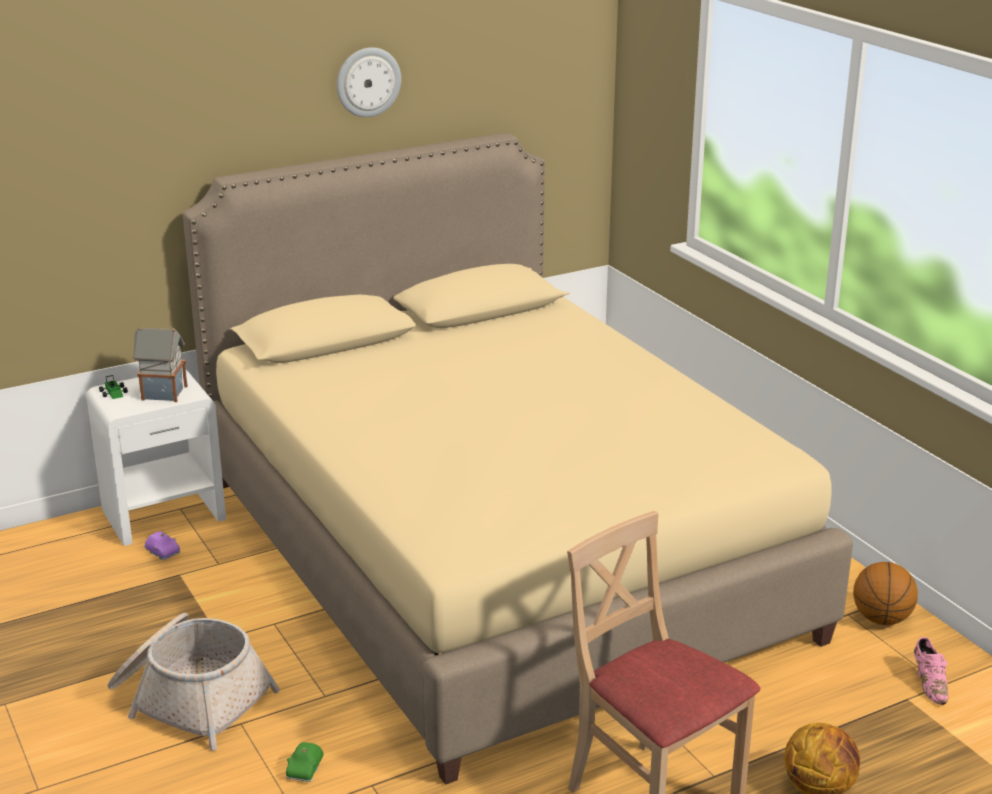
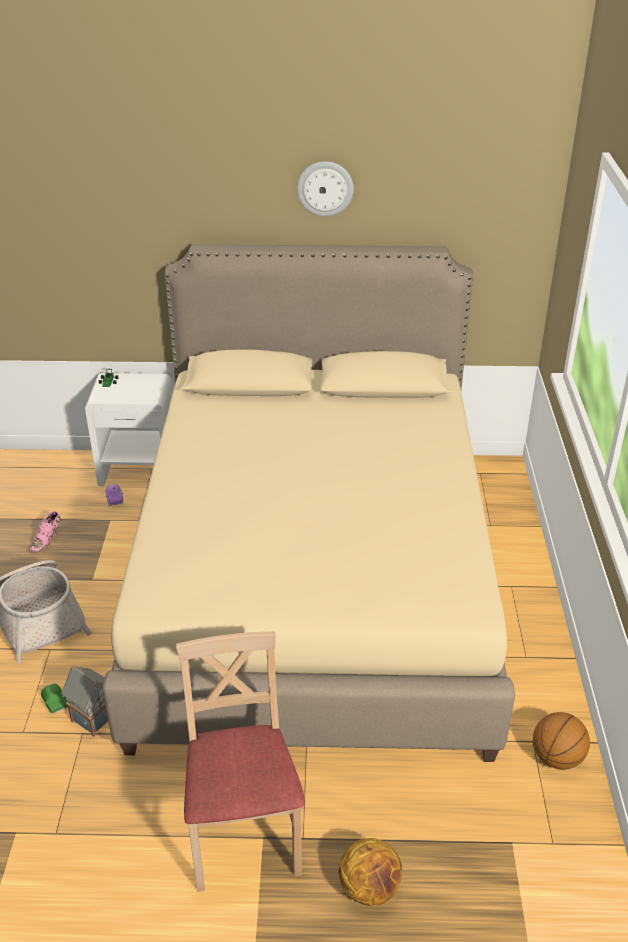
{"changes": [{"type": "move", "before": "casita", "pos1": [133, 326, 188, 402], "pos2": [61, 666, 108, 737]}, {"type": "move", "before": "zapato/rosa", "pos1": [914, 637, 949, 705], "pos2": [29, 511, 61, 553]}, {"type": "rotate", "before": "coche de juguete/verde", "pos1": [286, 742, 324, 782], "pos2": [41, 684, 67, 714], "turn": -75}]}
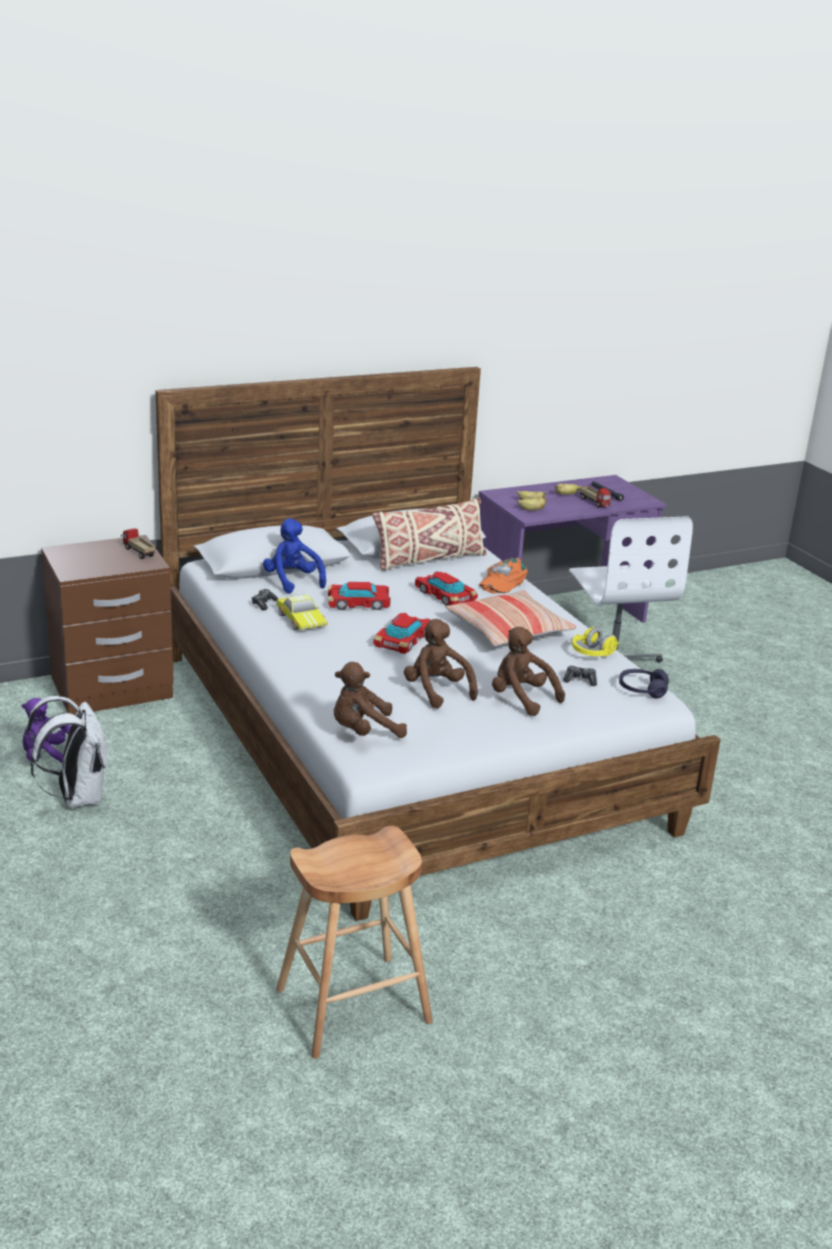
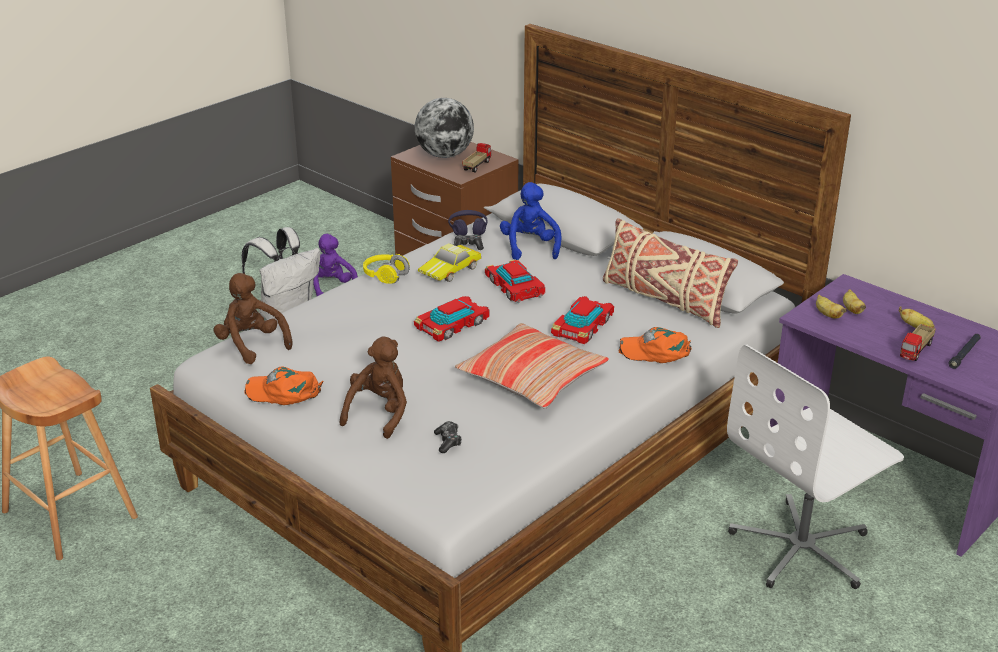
{"changes": [{"type": "rotate", "before": "peluche/azul", "pos1": [263, 518, 326, 594], "pos2": [500, 182, 561, 260], "turn": -45}, {"type": "rotate", "before": "coche de juguete", "pos1": [373, 613, 430, 654], "pos2": [414, 296, 489, 342], "turn": -45}, {"type": "delete", "before": "peluche/marrón", "pos1": [404, 619, 478, 709]}, {"type": "move", "before": "auriculares/amarillo", "pos1": [572, 627, 619, 657], "pos2": [363, 254, 410, 284]}, {"type": "move", "before": "auriculares/morado", "pos1": [619, 669, 669, 699], "pos2": [448, 210, 487, 236]}, {"type": "insert", "after": "globo terráqueo", "pos2": [415, 98, 474, 158]}, {"type": "insert", "after": "gorra/naranja", "pos2": [244, 366, 323, 405]}]}
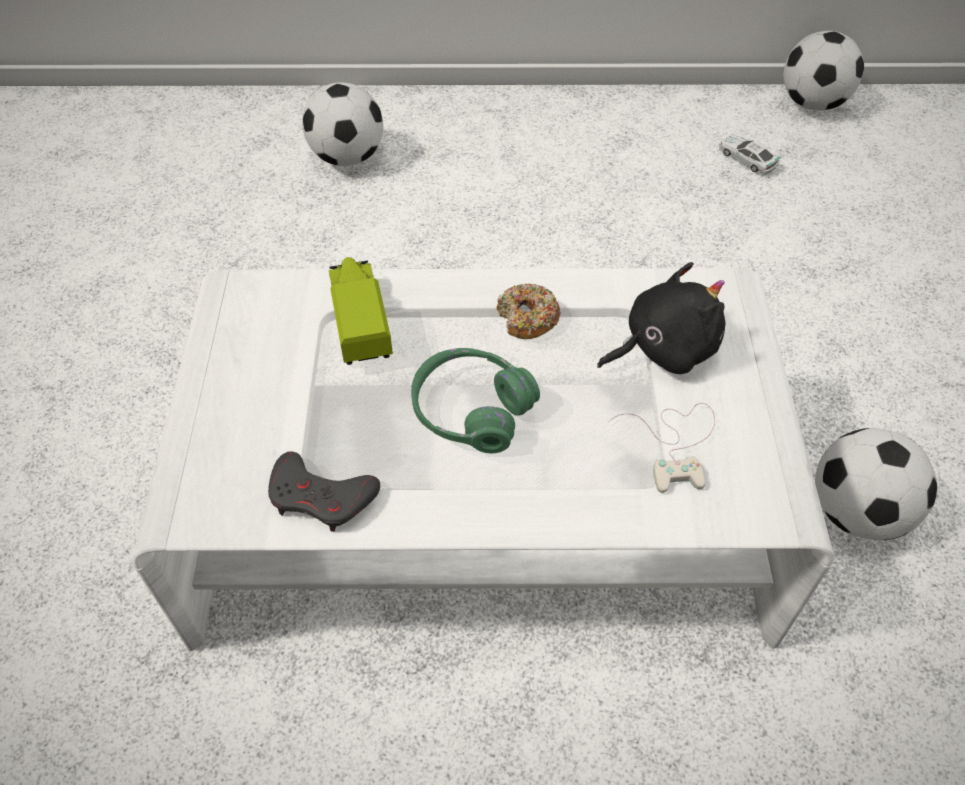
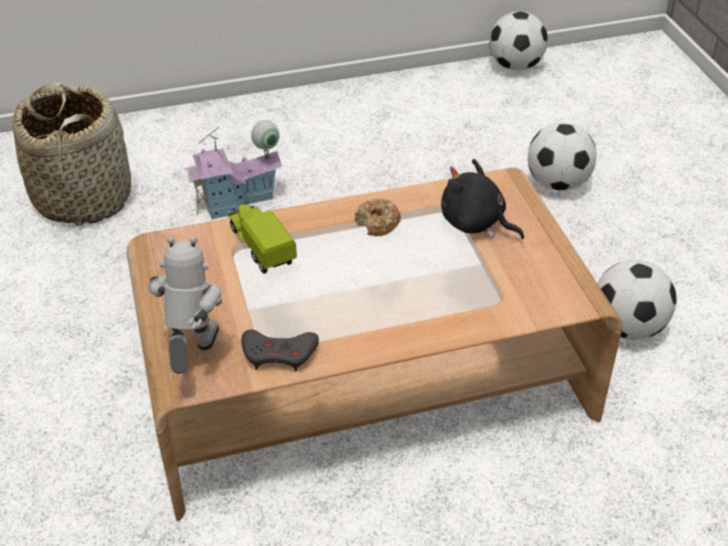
{"changes": [{"type": "move", "before": "balón de fútbol", "pos1": [302, 82, 383, 166], "pos2": [528, 123, 596, 190]}, {"type": "delete", "before": "coche de juguete", "pos1": [719, 134, 782, 175]}, {"type": "rotate", "before": "peluche/negro", "pos1": [597, 262, 725, 374], "pos2": [441, 159, 524, 239], "turn": -105}, {"type": "recolor", "before": "mesa de centro/blanco", "after": "mesa de centro/marrón", "pos1": [132, 268, 834, 651], "pos2": [126, 168, 623, 521]}, {"type": "delete", "before": "auriculares/verde", "pos1": [411, 348, 540, 453]}, {"type": "delete", "before": "mando de consola/blanco", "pos1": [608, 403, 715, 493]}, {"type": "insert", "after": "cesta", "pos2": [12, 83, 131, 226]}, {"type": "insert", "after": "casita", "pos2": [184, 120, 282, 220]}, {"type": "insert", "after": "robot de juguete", "pos2": [147, 236, 222, 374]}]}
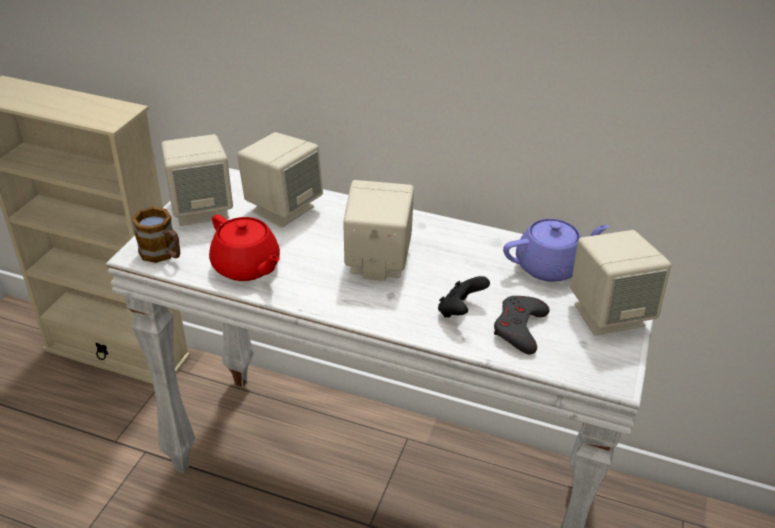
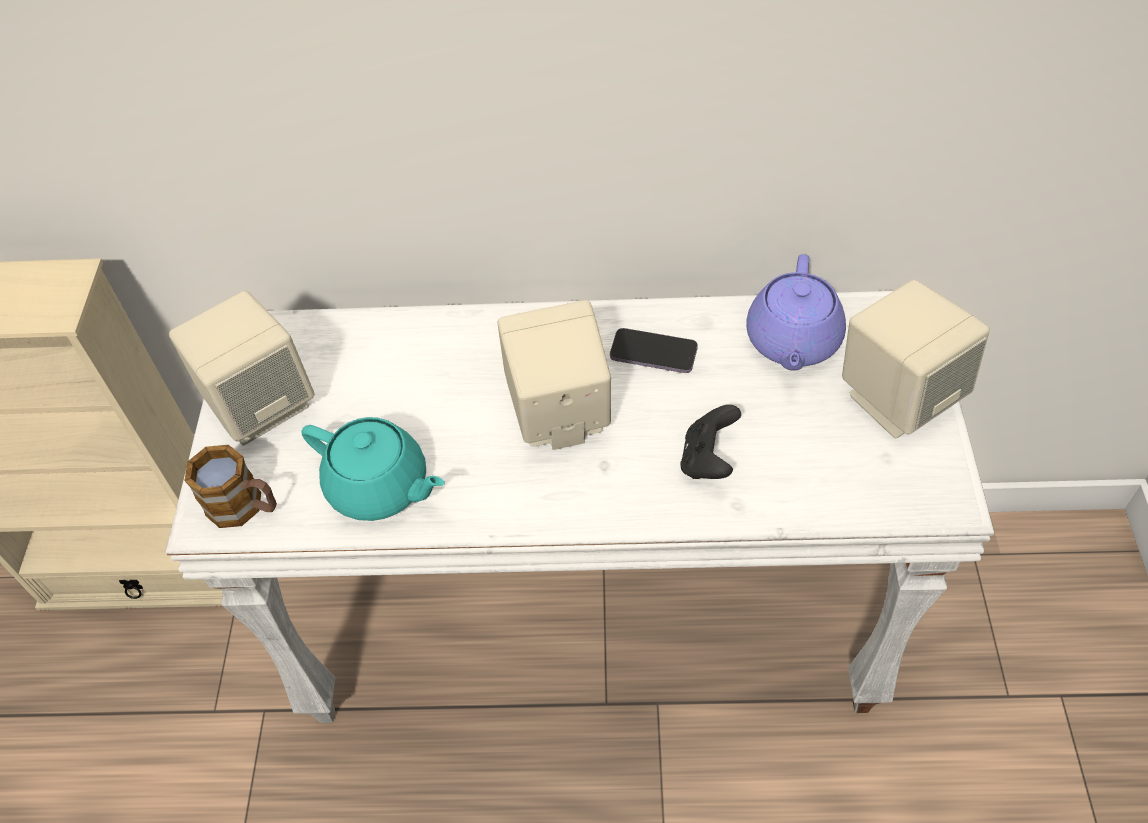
{"changes": [{"type": "delete", "before": "altavoz/beis", "pos1": [237, 132, 323, 228]}, {"type": "recolor", "before": "tetera/rojo", "after": "tetera/turquesa", "pos1": [209, 214, 280, 281], "pos2": [302, 417, 445, 521]}, {"type": "rotate", "before": "tetera/morado", "pos1": [503, 219, 610, 282], "pos2": [746, 254, 846, 371], "turn": 135}, {"type": "delete", "before": "mando de consola/gris", "pos1": [494, 296, 550, 354]}, {"type": "insert", "after": "móvil", "pos2": [610, 328, 698, 373]}]}
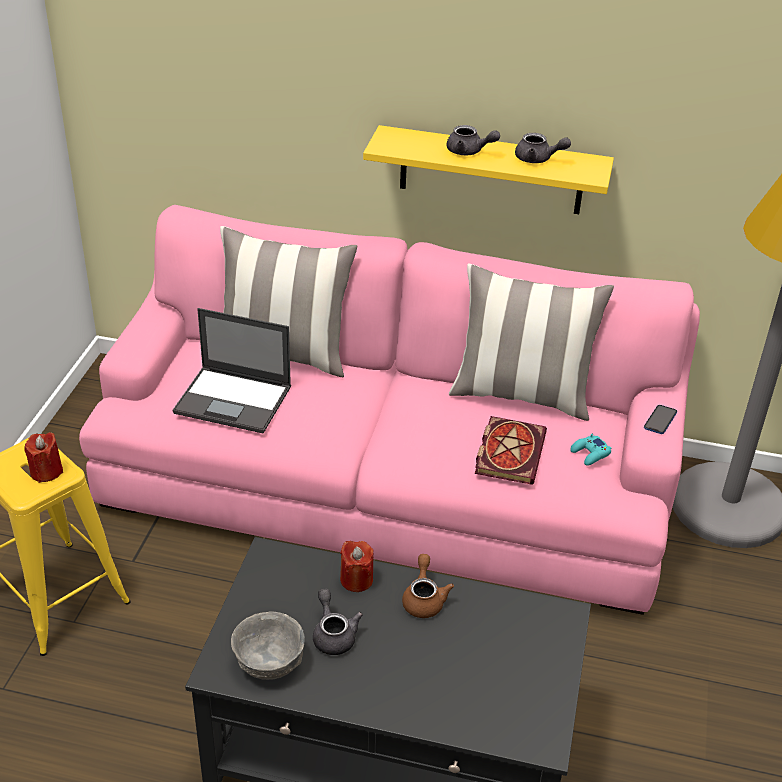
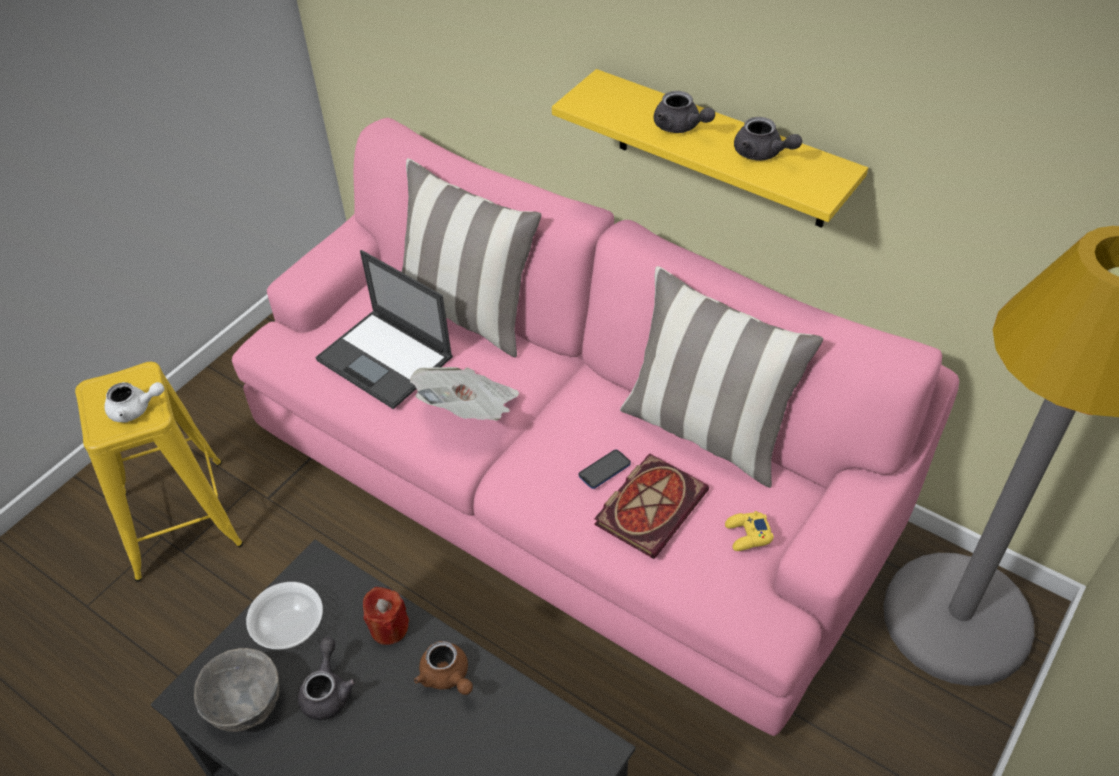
{"changes": [{"type": "move", "before": "móvil", "pos1": [644, 405, 677, 434], "pos2": [579, 450, 631, 489]}, {"type": "replace", "before": "vela/rojo", "after": "tetera/blanco", "pos1": [24, 432, 63, 483], "pos2": [104, 382, 164, 423]}, {"type": "recolor", "before": "mando de consola/turquesa", "after": "mando de consola/amarillo", "pos1": [570, 434, 612, 466], "pos2": [725, 511, 774, 551]}, {"type": "rotate", "before": "tetera/marrón", "pos1": [402, 554, 454, 618], "pos2": [414, 641, 473, 695], "turn": 120}, {"type": "insert", "after": "periódico", "pos2": [410, 367, 519, 421]}, {"type": "insert", "after": "cuenco", "pos2": [246, 582, 323, 649]}]}
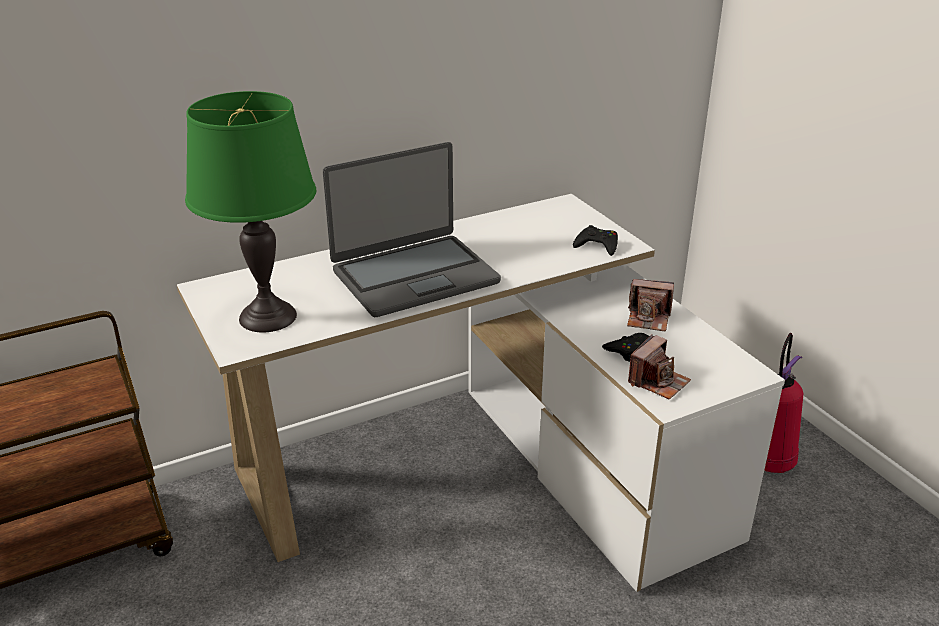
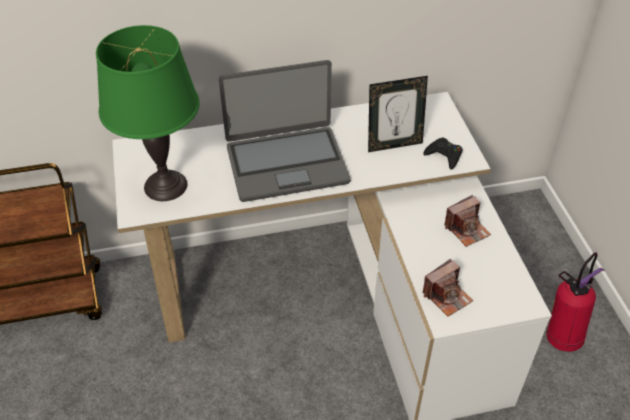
{"changes": [{"type": "rotate", "before": "cámara", "pos1": [627, 279, 674, 331], "pos2": [444, 195, 491, 247], "turn": -60}, {"type": "delete", "before": "mando de consola/negro", "pos1": [602, 333, 649, 362]}, {"type": "insert", "after": "portarretratos", "pos2": [368, 76, 428, 152]}]}
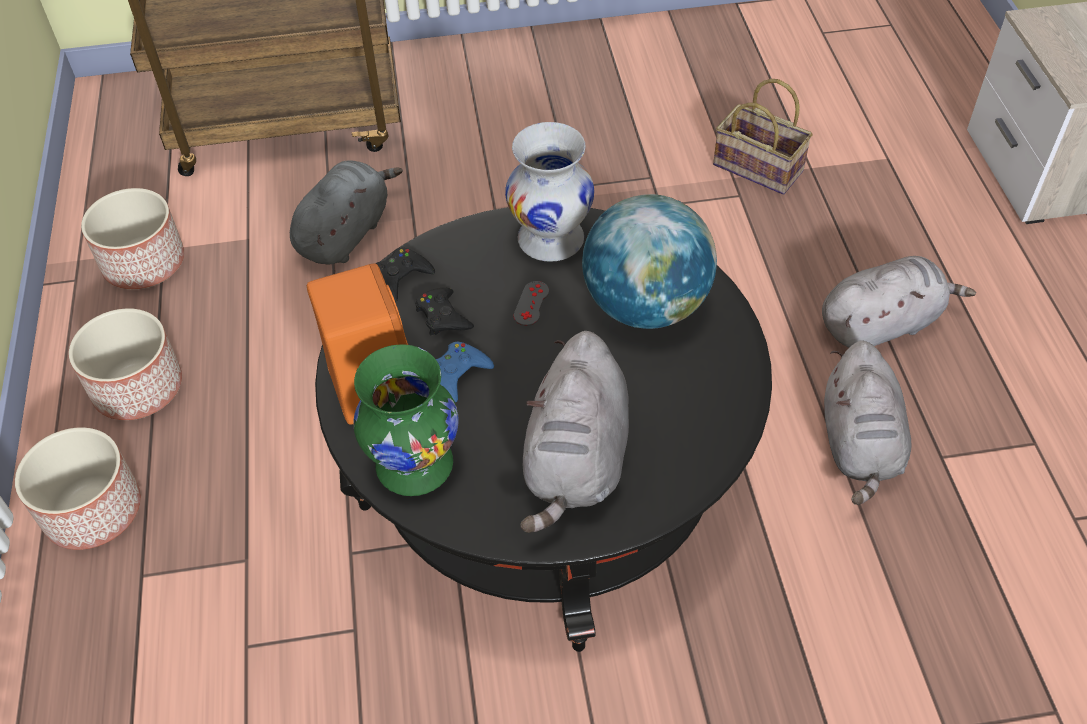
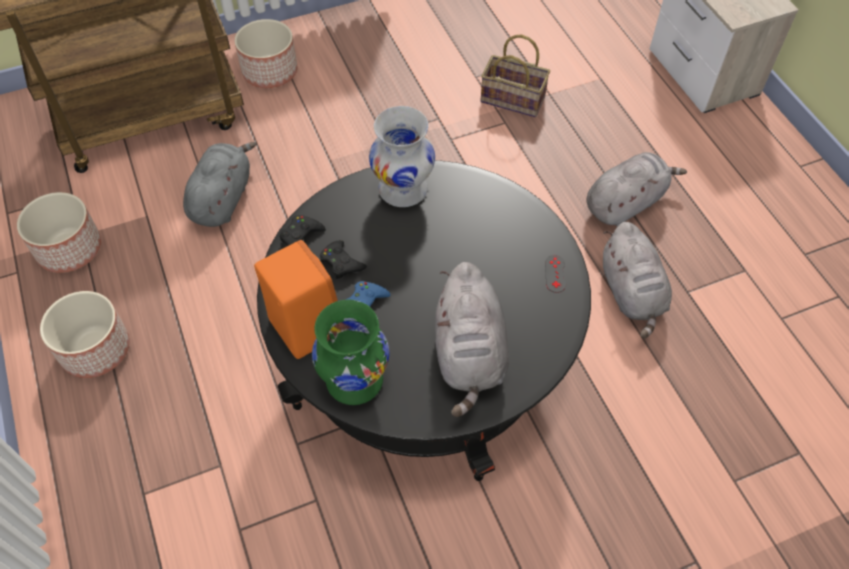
{"changes": [{"type": "delete", "before": "globo terráqueo", "pos1": [582, 194, 717, 329]}, {"type": "move", "before": "mando de consola/gris", "pos1": [513, 281, 549, 326], "pos2": [545, 255, 566, 293]}, {"type": "move", "before": "maceta", "pos1": [15, 427, 141, 550], "pos2": [234, 19, 297, 88]}]}
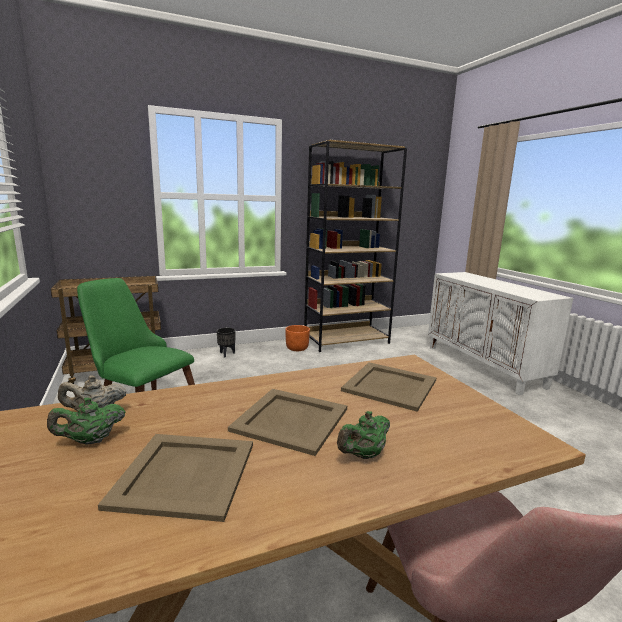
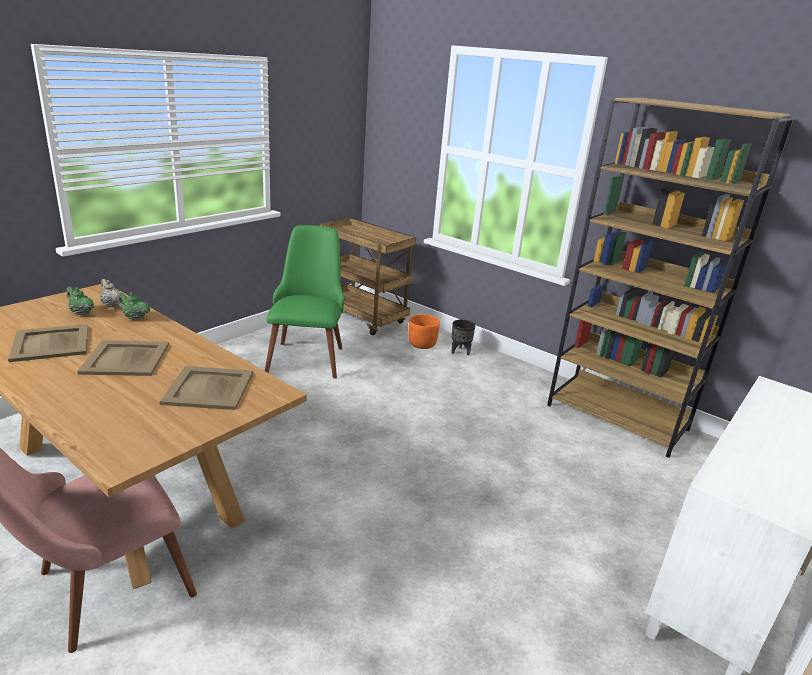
{"changes": [{"type": "move", "before": "maceta/naranja", "pos1": [285, 325, 310, 351], "pos2": [409, 314, 440, 349]}, {"type": "move", "before": "tetera/verde", "pos1": [337, 411, 390, 459], "pos2": [117, 292, 150, 320]}]}
